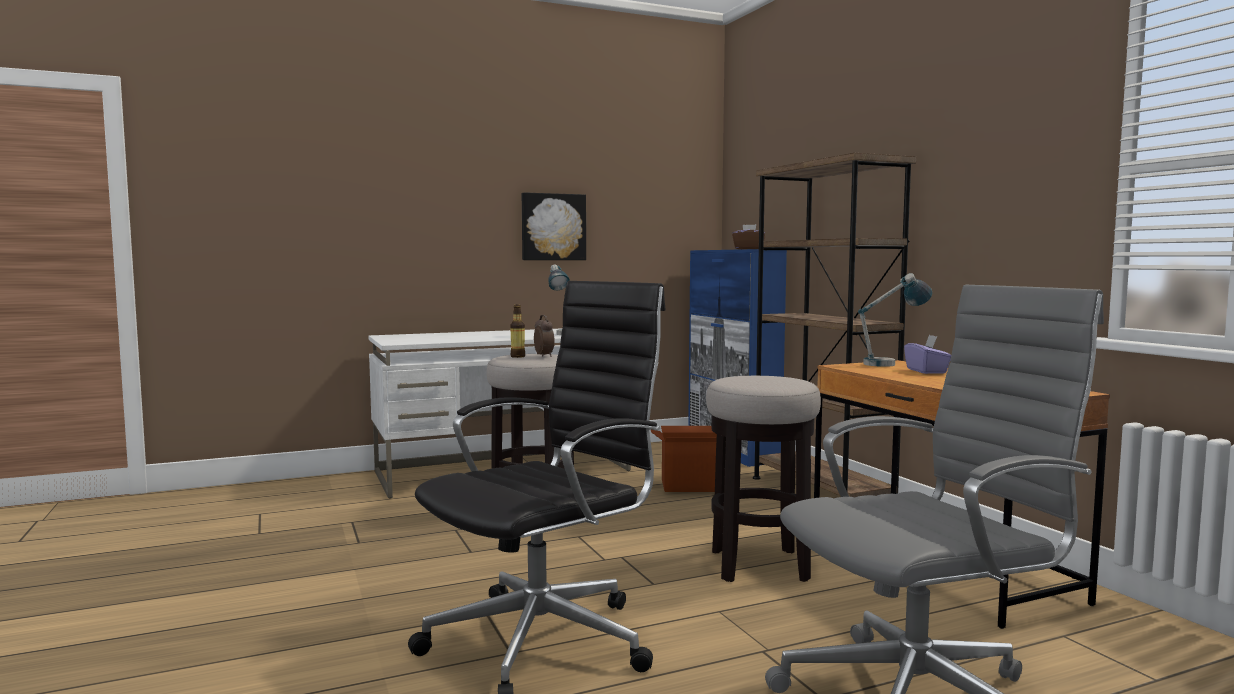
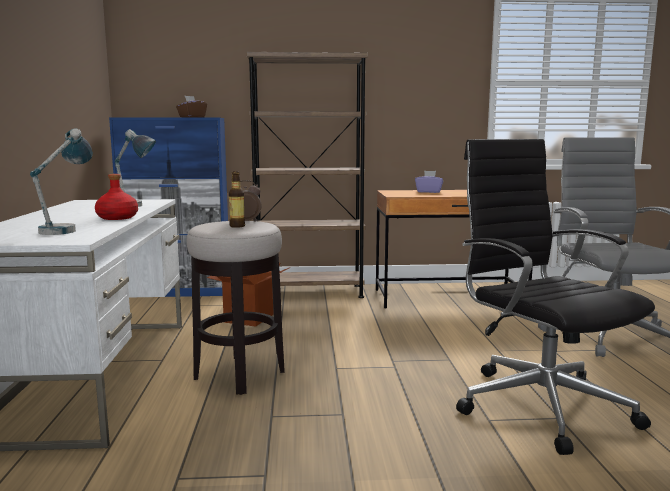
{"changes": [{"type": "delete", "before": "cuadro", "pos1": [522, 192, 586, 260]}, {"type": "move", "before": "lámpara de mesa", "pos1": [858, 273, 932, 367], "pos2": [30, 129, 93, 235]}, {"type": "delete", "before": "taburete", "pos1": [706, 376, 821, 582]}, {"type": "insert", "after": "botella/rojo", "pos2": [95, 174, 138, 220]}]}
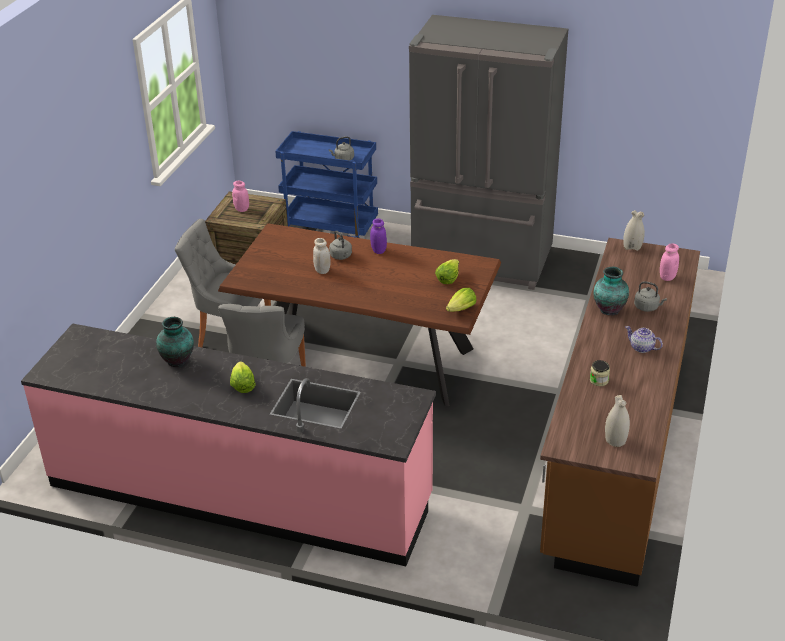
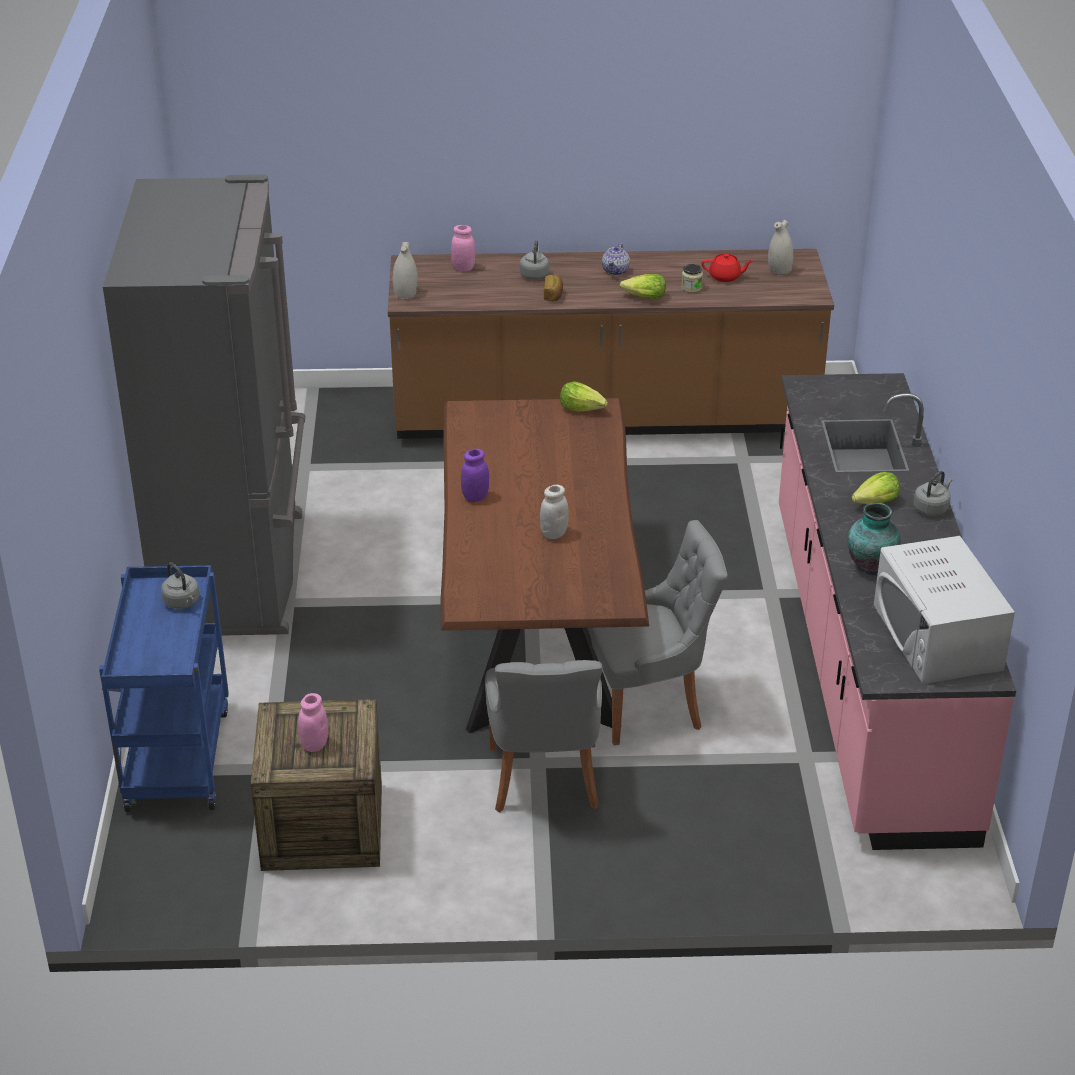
{"changes": [{"type": "move", "before": "hervidor/gris", "pos1": [329, 231, 352, 260], "pos2": [913, 471, 952, 516]}, {"type": "move", "before": "lechuga", "pos1": [435, 259, 459, 284], "pos2": [620, 274, 666, 299]}, {"type": "replace", "before": "florero", "after": "pan", "pos1": [593, 266, 629, 315], "pos2": [544, 275, 563, 302]}, {"type": "insert", "after": "tetera/rojo", "pos2": [701, 254, 753, 282]}, {"type": "insert", "after": "microondas/blanco", "pos2": [874, 536, 1015, 684]}]}
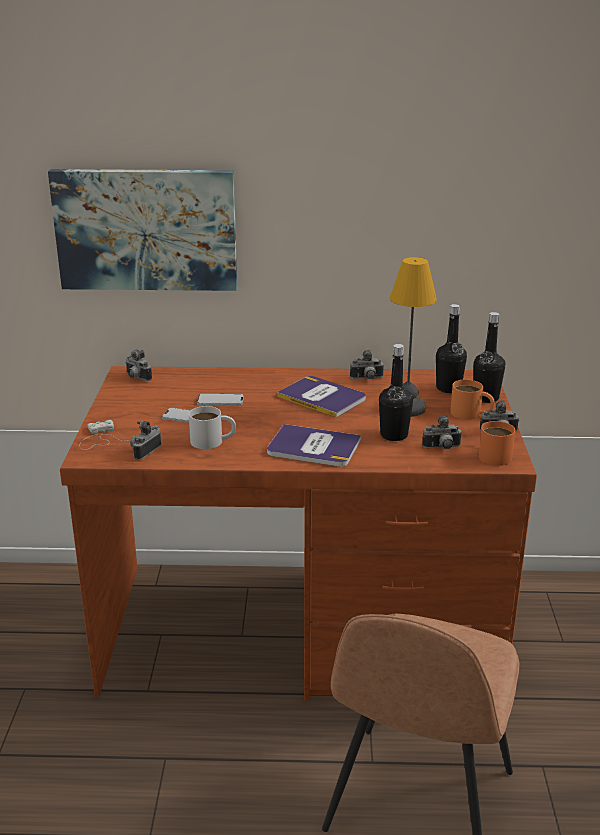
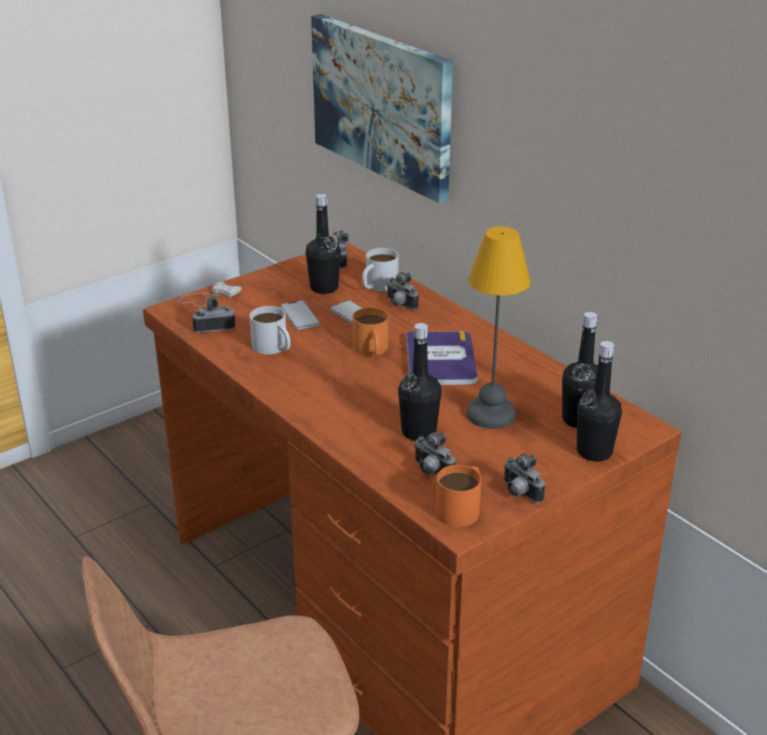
{"changes": [{"type": "move", "before": "cámara", "pos1": [350, 350, 384, 379], "pos2": [386, 272, 419, 310]}, {"type": "move", "before": "taza grande/naranja", "pos1": [450, 379, 495, 420], "pos2": [353, 308, 388, 356]}, {"type": "delete", "before": "libro", "pos1": [267, 424, 361, 467]}, {"type": "insert", "after": "botella/negro", "pos2": [306, 194, 341, 294]}, {"type": "insert", "after": "taza grande/blanco", "pos2": [362, 248, 399, 291]}]}
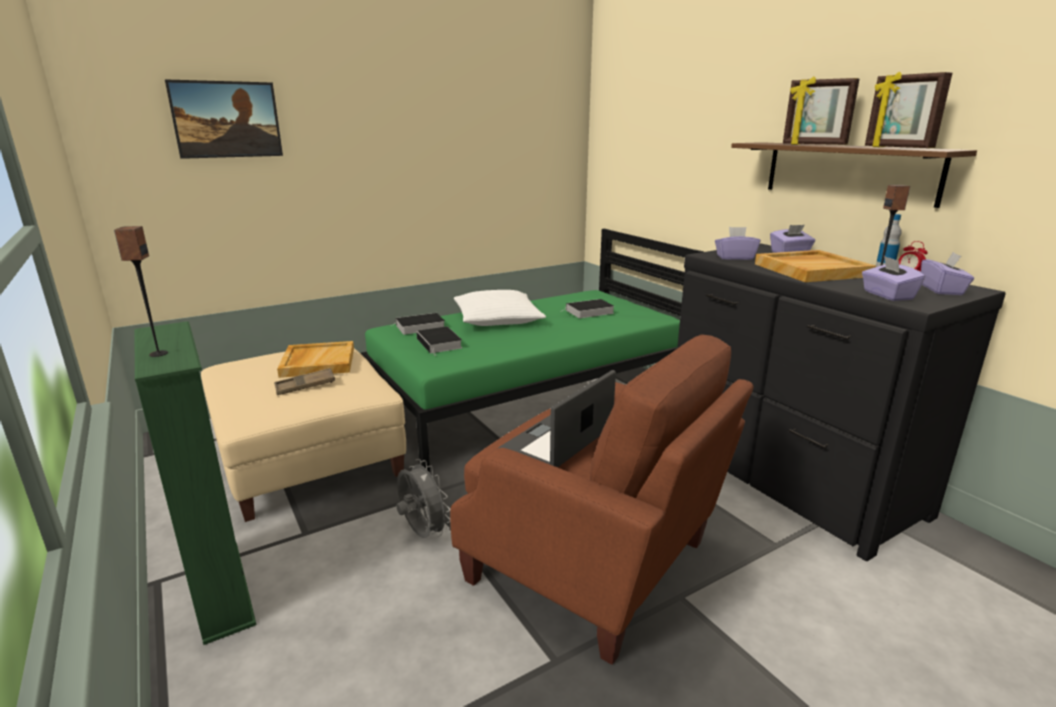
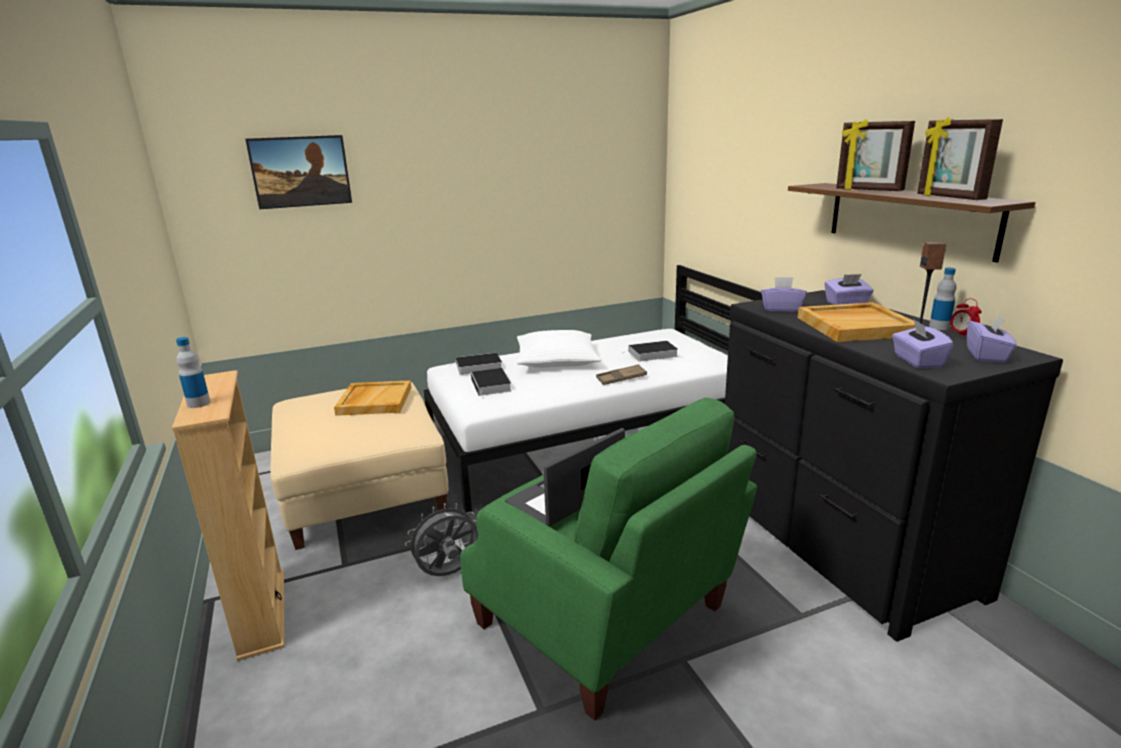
{"changes": [{"type": "replace", "before": "altavoz", "after": "botella", "pos1": [114, 226, 168, 357], "pos2": [176, 337, 210, 408]}, {"type": "recolor", "before": "cama/verde", "after": "cama/blanco", "pos1": [361, 229, 704, 472], "pos2": [424, 265, 763, 513]}, {"type": "recolor", "before": "estantería/verde", "after": "estantería/beis", "pos1": [135, 321, 257, 645], "pos2": [172, 370, 284, 661]}, {"type": "recolor", "before": "sillón/marrón", "after": "sillón/verde", "pos1": [450, 335, 753, 665], "pos2": [460, 398, 757, 721]}, {"type": "move", "before": "bandeja/marrón", "pos1": [274, 368, 335, 395], "pos2": [596, 364, 647, 385]}, {"type": "rotate", "before": "ventilador/gris", "pos1": [396, 459, 450, 538], "pos2": [405, 503, 478, 576], "turn": -90}]}
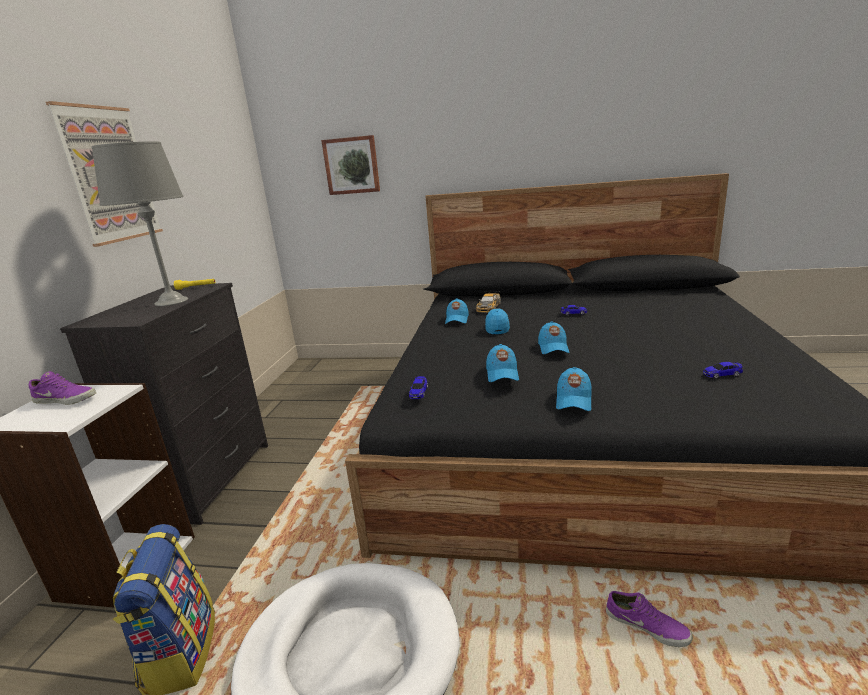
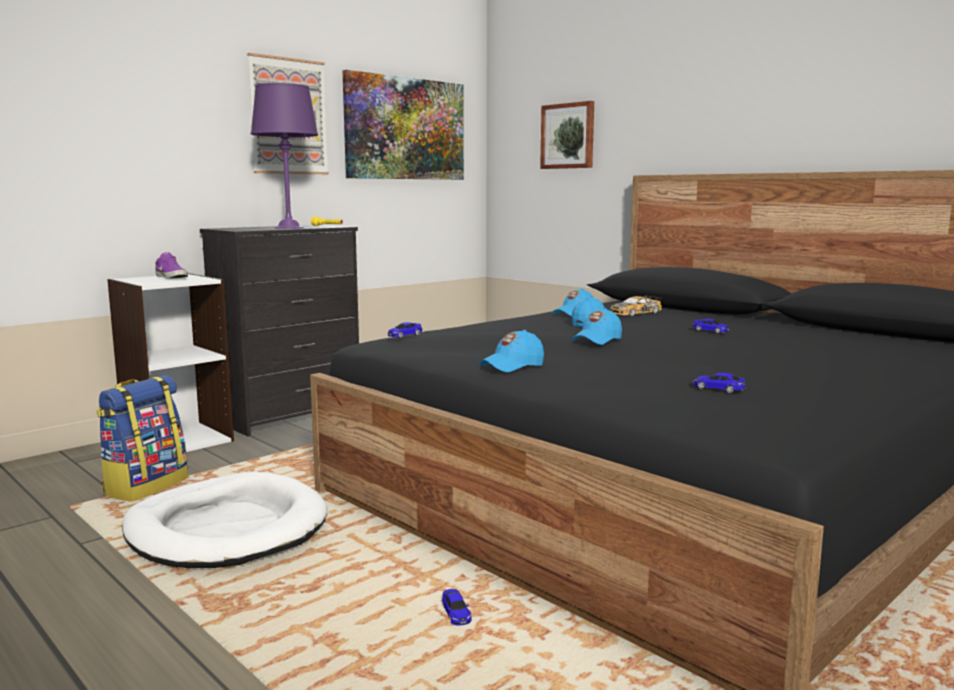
{"changes": [{"type": "recolor", "before": "lámpara de mesa/gris", "after": "lámpara de mesa/morado", "pos1": [91, 141, 188, 306], "pos2": [251, 83, 318, 229]}, {"type": "delete", "before": "gorra/azul", "pos1": [486, 344, 519, 382]}, {"type": "replace", "before": "zapato/morado", "after": "coche de juguete", "pos1": [606, 591, 693, 647], "pos2": [442, 589, 472, 626]}, {"type": "insert", "after": "cuadro", "pos2": [342, 70, 464, 180]}]}
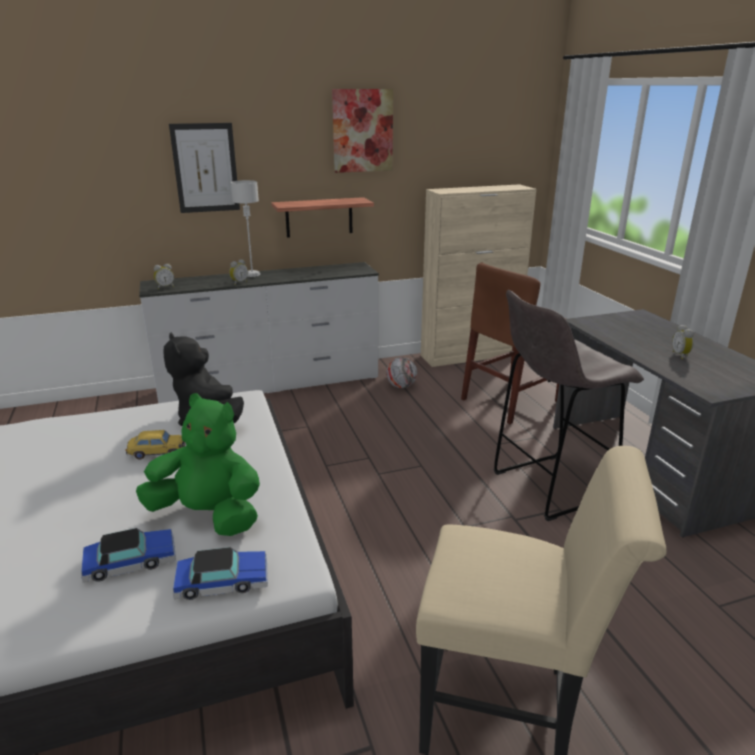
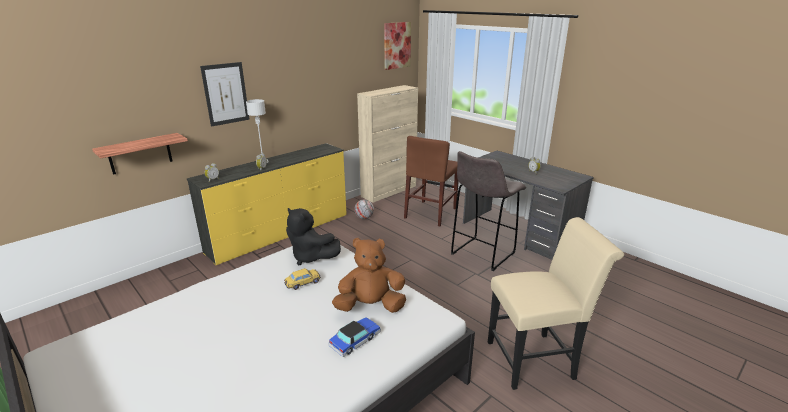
{"changes": [{"type": "move", "before": "cuadro", "pos1": [332, 89, 393, 173], "pos2": [384, 22, 411, 70]}, {"type": "move", "before": "estante", "pos1": [271, 197, 374, 238], "pos2": [92, 133, 188, 175]}, {"type": "recolor", "before": "cómoda/blanco", "after": "cómoda/amarillo", "pos1": [139, 262, 379, 403], "pos2": [187, 143, 347, 265]}, {"type": "recolor", "before": "peluche/verde", "after": "peluche/marrón", "pos1": [136, 393, 260, 536], "pos2": [332, 238, 406, 313]}, {"type": "delete", "before": "coche de juguete", "pos1": [173, 547, 268, 600]}]}
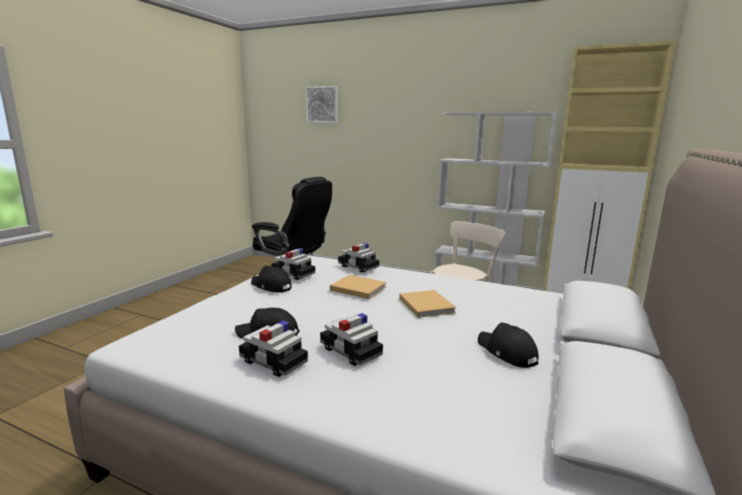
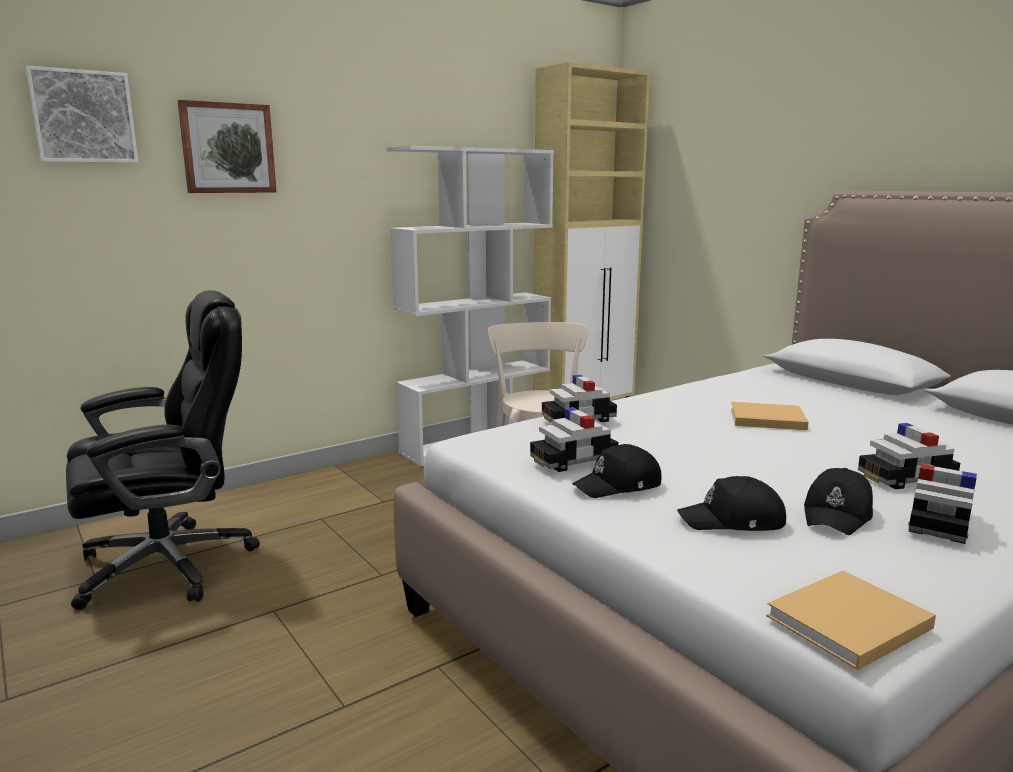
{"changes": [{"type": "move", "before": "libro/beis", "pos1": [330, 275, 387, 299], "pos2": [766, 571, 936, 670]}, {"type": "rotate", "before": "coche de juguete", "pos1": [239, 321, 308, 377], "pos2": [908, 464, 977, 544], "turn": 150}, {"type": "move", "before": "gorra/negro", "pos1": [478, 323, 539, 368], "pos2": [677, 476, 786, 531]}, {"type": "insert", "after": "cuadro", "pos2": [178, 100, 277, 193]}]}
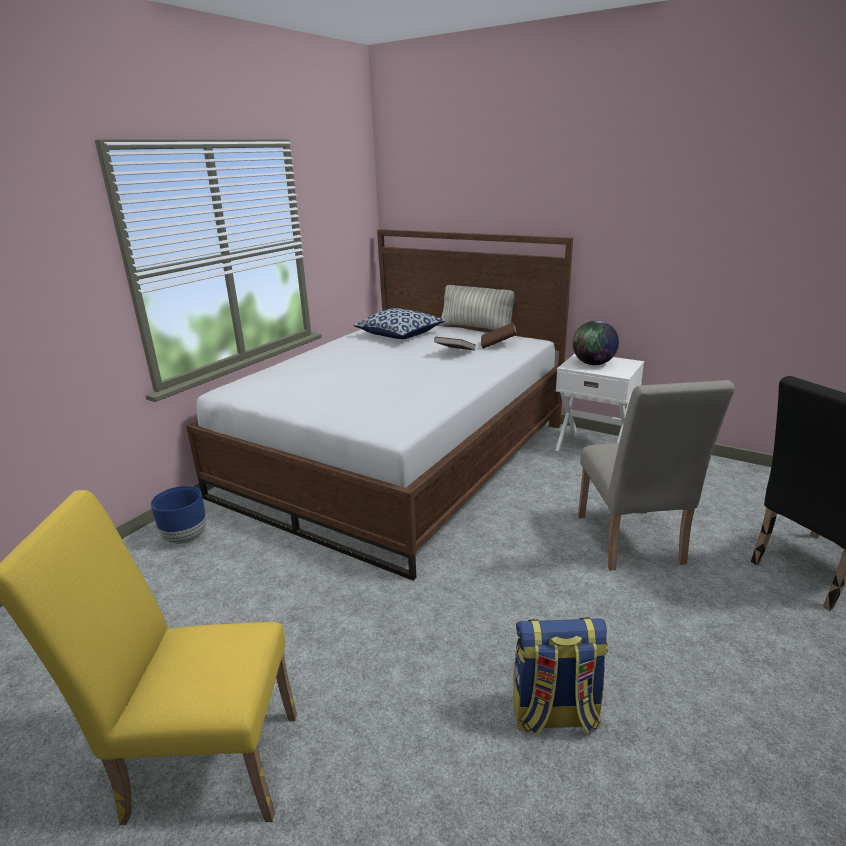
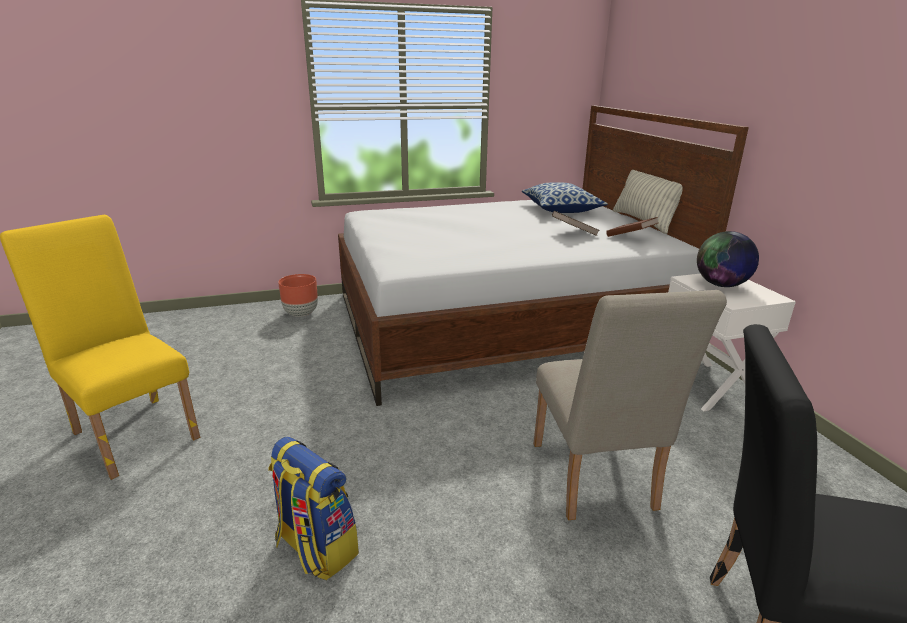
{"changes": [{"type": "rotate", "before": "silla/beis", "pos1": [578, 380, 735, 570], "pos2": [534, 290, 727, 520], "turn": -45}, {"type": "recolor", "before": "maceta/azul", "after": "maceta/marrón", "pos1": [151, 486, 206, 544], "pos2": [278, 274, 318, 317]}]}
